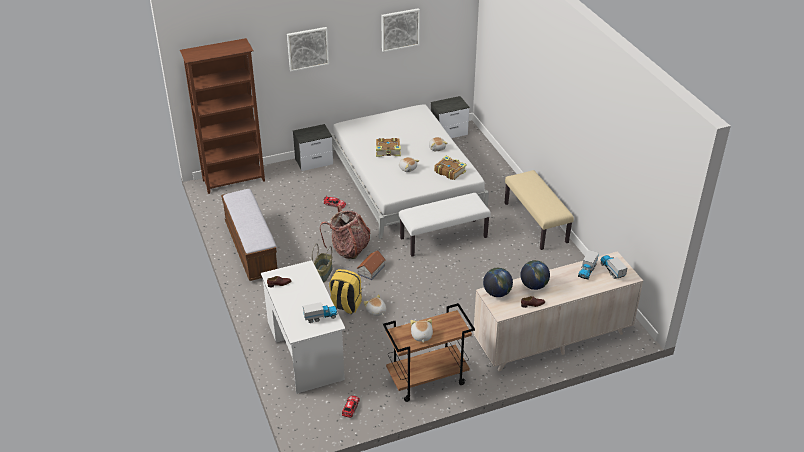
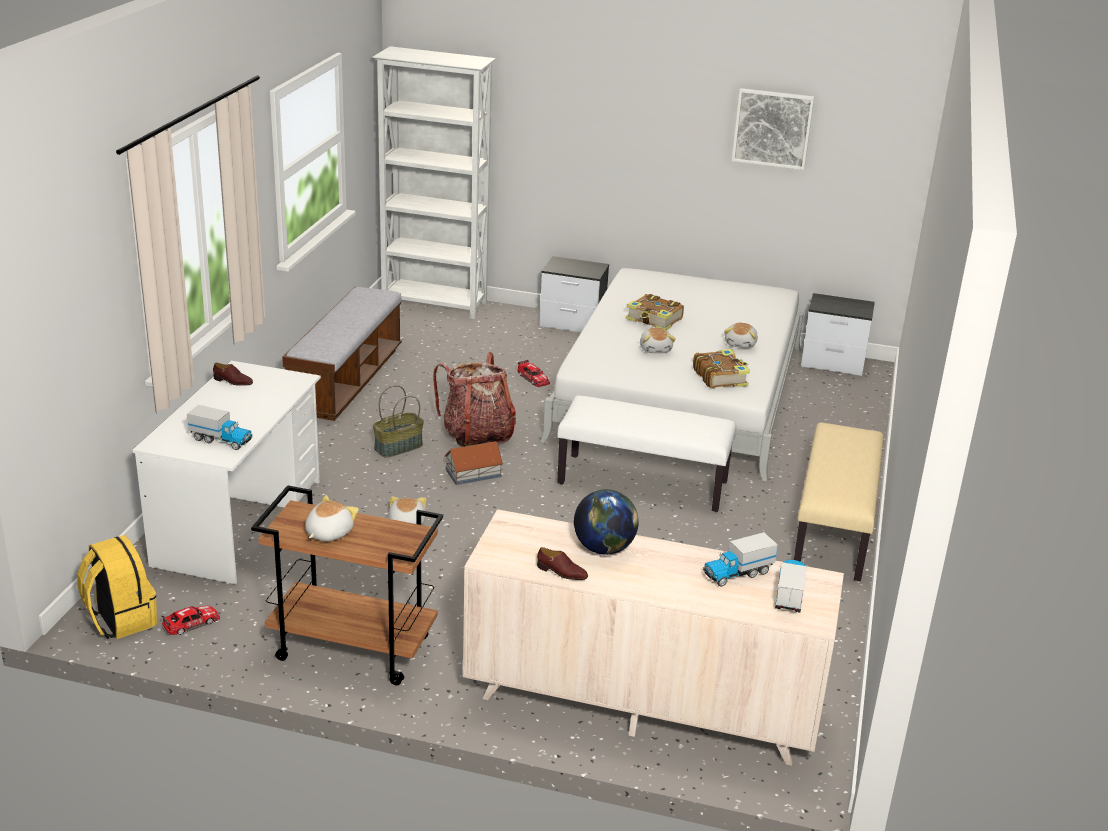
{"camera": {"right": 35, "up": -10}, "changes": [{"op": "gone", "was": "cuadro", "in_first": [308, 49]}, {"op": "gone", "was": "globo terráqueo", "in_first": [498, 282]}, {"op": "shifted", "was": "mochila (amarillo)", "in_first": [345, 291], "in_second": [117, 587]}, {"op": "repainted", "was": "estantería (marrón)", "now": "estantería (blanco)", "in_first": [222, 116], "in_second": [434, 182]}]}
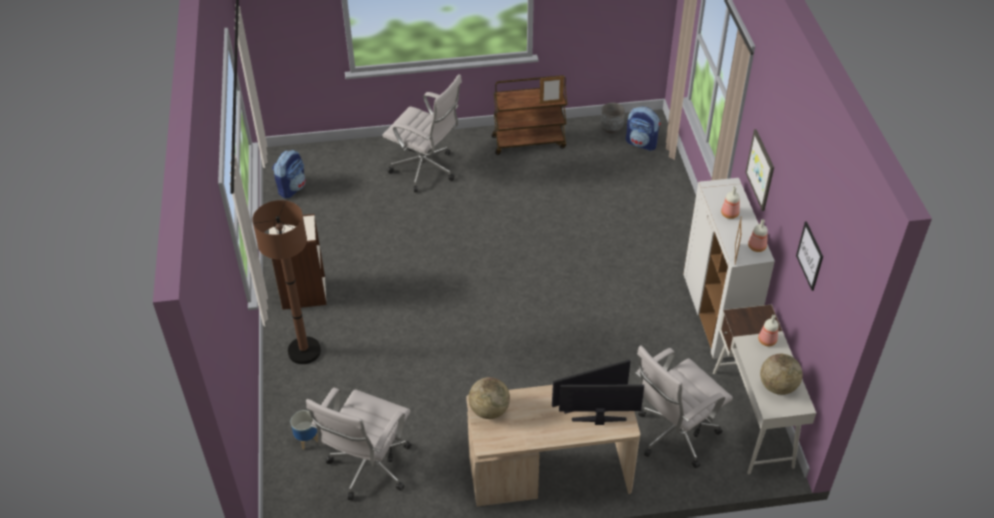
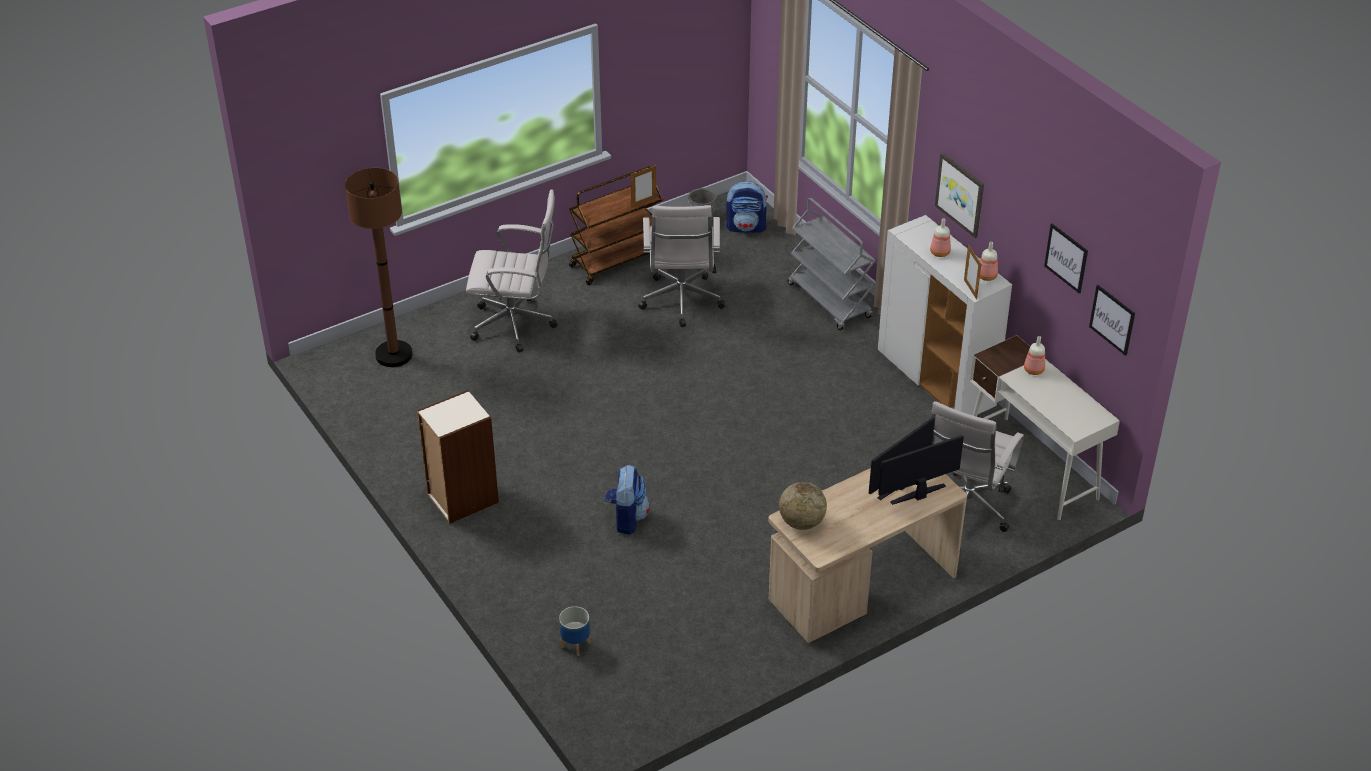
{"camera": {"right": -25, "up": -5}, "changes": [{"op": "gone", "was": "globo terráqueo", "in_first": [781, 374]}, {"op": "new", "now": "carrito (gris)", "in_second": [831, 264]}, {"op": "new", "now": "cuadro", "in_second": [1112, 320]}, {"op": "shifted", "was": "lámpara de pie (marrón)", "in_first": [286, 282], "in_second": [379, 267]}, {"op": "shifted", "was": "mochila", "in_first": [289, 174], "in_second": [627, 500]}, {"op": "shifted", "was": "silla de oficina (blanco)", "in_first": [359, 444], "in_second": [681, 266]}]}
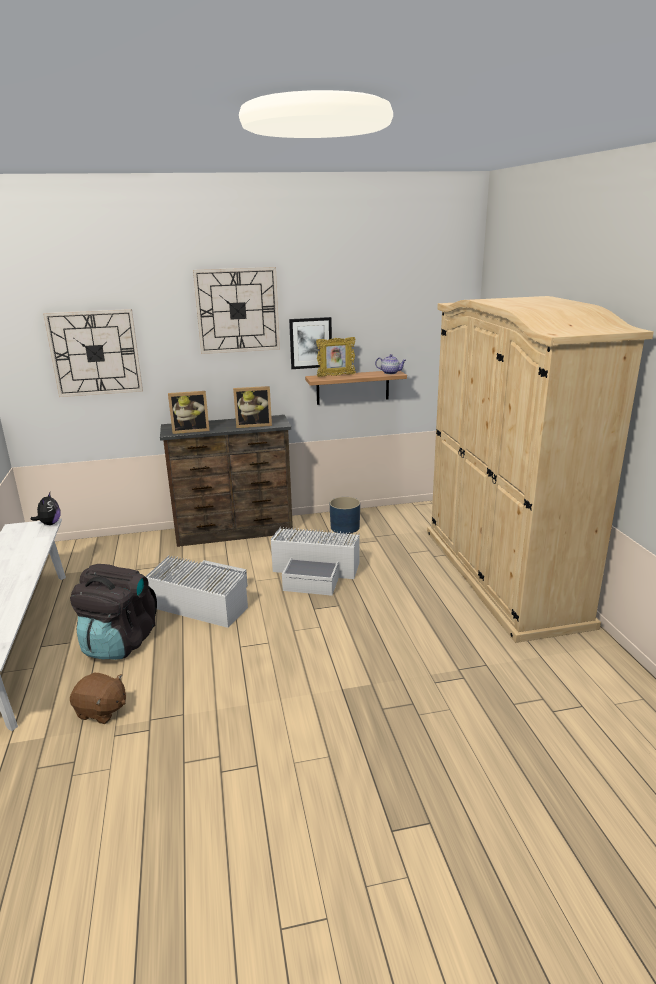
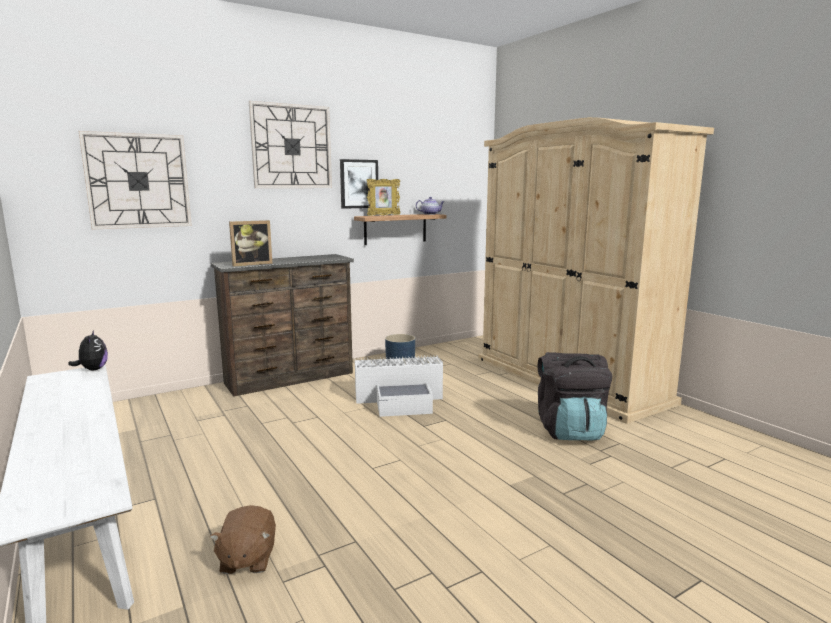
{"camera": {"right": -20, "up": -10}, "changes": [{"op": "gone", "was": "caja de almacenaje (blanco)", "in_first": [197, 591]}, {"op": "gone", "was": "portarretratos", "in_first": [252, 407]}, {"op": "shifted", "was": "mochila (negro)", "in_first": [113, 612], "in_second": [575, 396]}, {"op": "rotated", "was": "peluche (marrón)", "in_first": [98, 698], "in_second": [243, 539], "clockwise": 90}]}
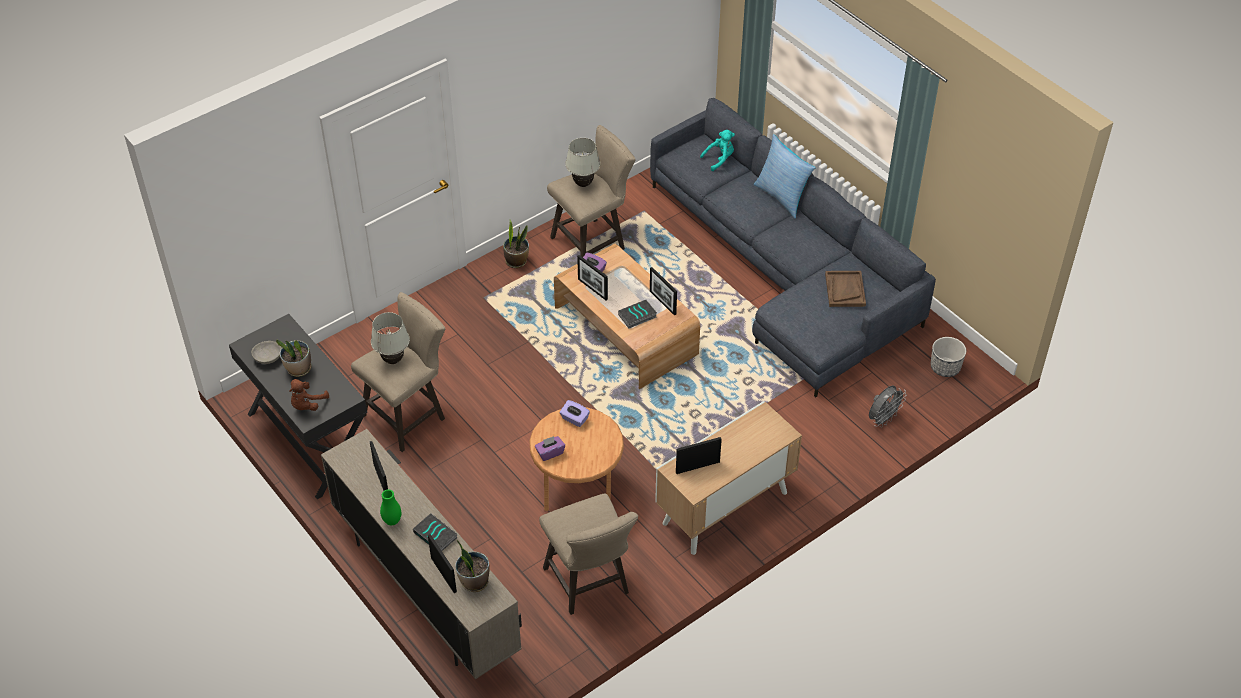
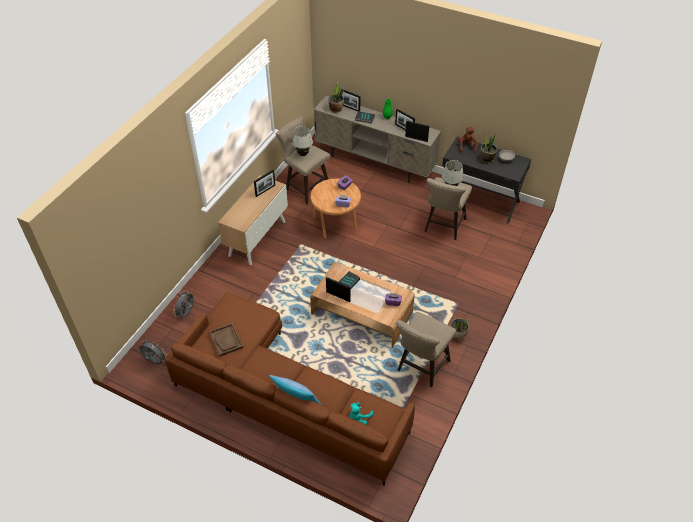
{"camera": {"right": 155, "up": 0}, "changes": [{"op": "shifted", "was": "lámpara de mesa (blanco)", "in_first": [582, 162], "in_second": [302, 141]}, {"op": "shifted", "was": "portarretratos", "in_first": [592, 277], "in_second": [417, 131]}, {"op": "swapped", "was": "maceta", "now": "ventilador (gris)", "in_first": [948, 357], "in_second": [152, 351]}, {"op": "repainted", "was": "sofá (gris)", "now": "sofá (marrón)", "in_first": [793, 247], "in_second": [290, 388]}]}
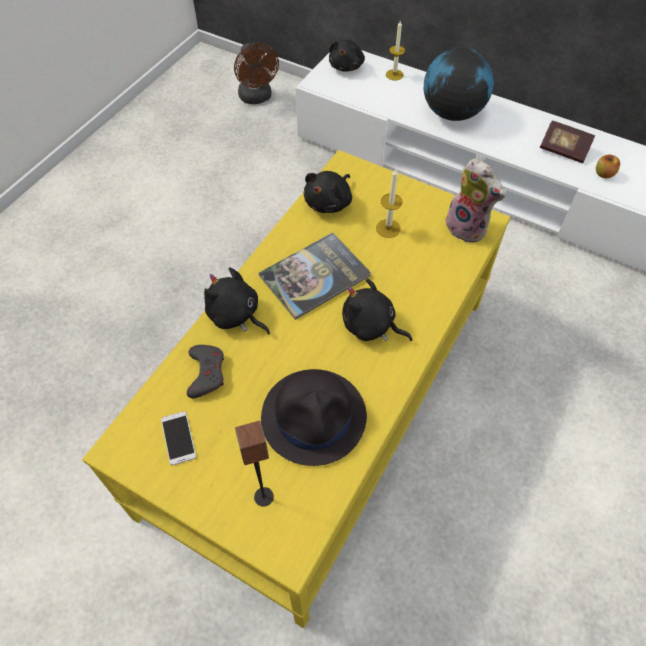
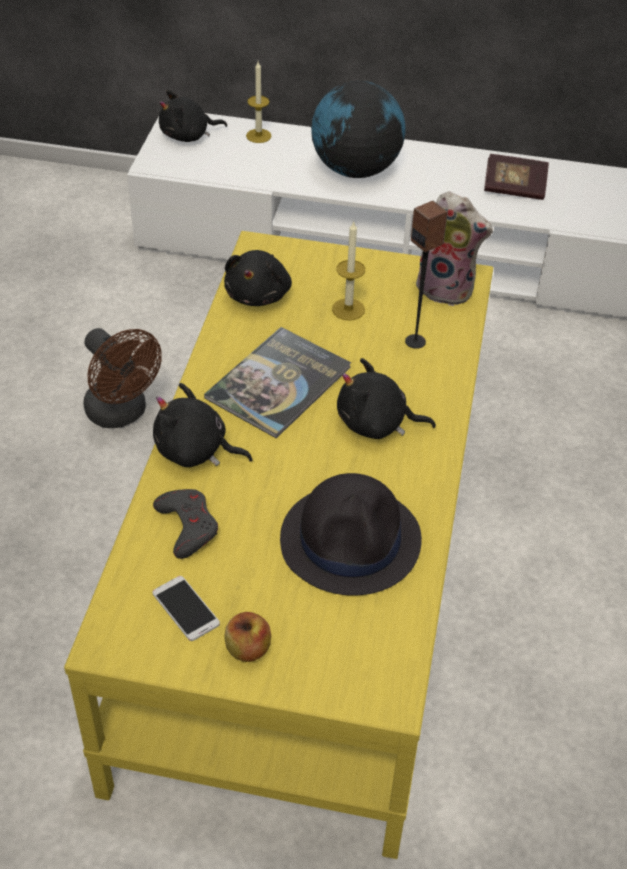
{"camera": {"right": -20, "up": -10}, "changes": [{"op": "shifted", "was": "ventilador (marrón)", "in_first": [256, 73], "in_second": [122, 378]}, {"op": "shifted", "was": "altavoz", "in_first": [254, 464], "in_second": [426, 275]}, {"op": "shifted", "was": "manzana", "in_first": [608, 166], "in_second": [247, 637]}, {"op": "rotated", "was": "peluche (negro)", "in_first": [347, 56], "in_second": [193, 116], "clockwise": 75}]}
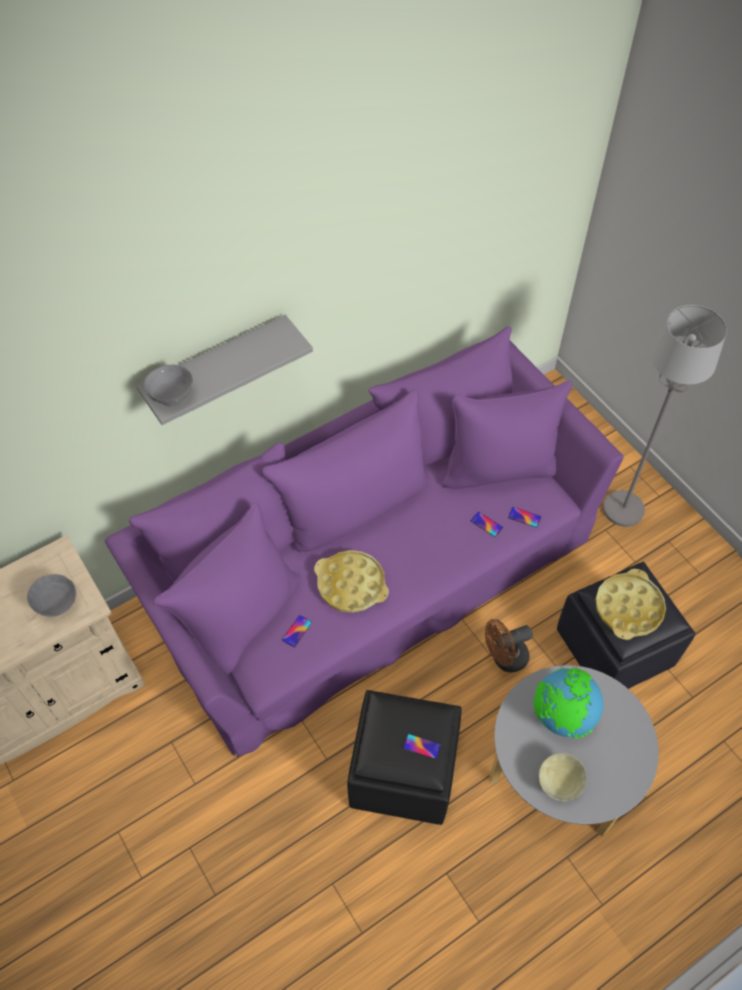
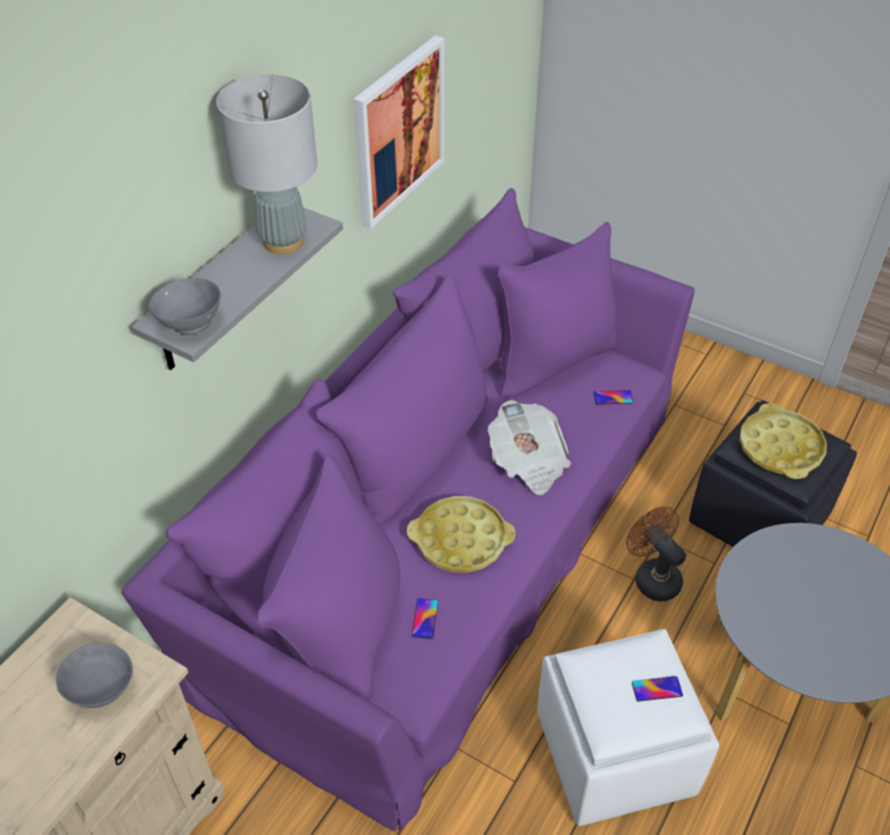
{"camera": {"right": -25, "up": -10}, "changes": [{"op": "gone", "was": "móvil", "in_first": [487, 524]}, {"op": "gone", "was": "globo terráqueo", "in_first": [568, 703]}, {"op": "gone", "was": "cuenco (beis)", "in_first": [563, 777]}, {"op": "gone", "was": "lámpara de pie (gris)", "in_first": [665, 416]}, {"op": "new", "now": "lámpara de mesa (gris)", "in_second": [266, 164]}, {"op": "new", "now": "cuadro", "in_second": [398, 132]}, {"op": "new", "now": "periódico", "in_second": [529, 447]}, {"op": "repainted", "was": "puf (negro)", "now": "puf (blanco)", "in_first": [404, 757], "in_second": [628, 727]}, {"op": "rotated", "was": "ventilador (marrón)", "in_first": [509, 646], "in_second": [656, 554], "clockwise": 105}]}
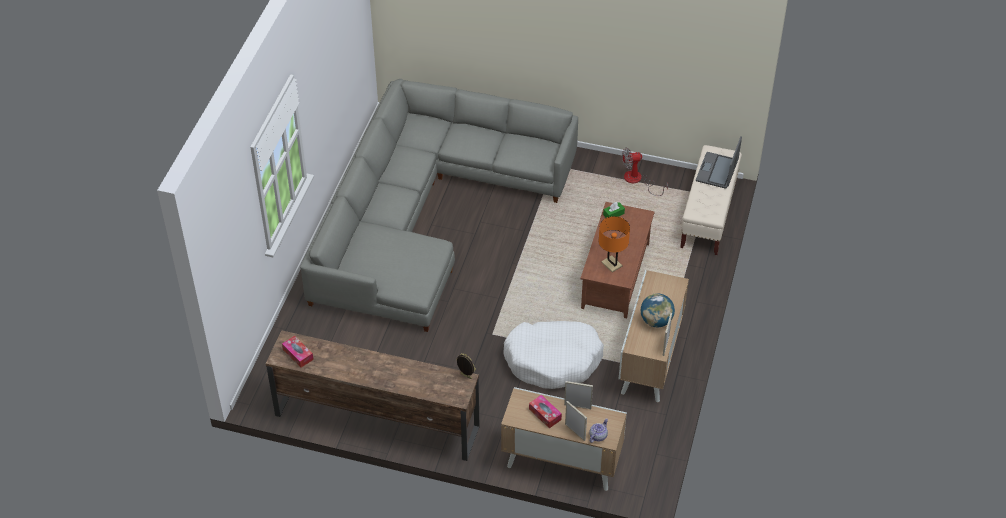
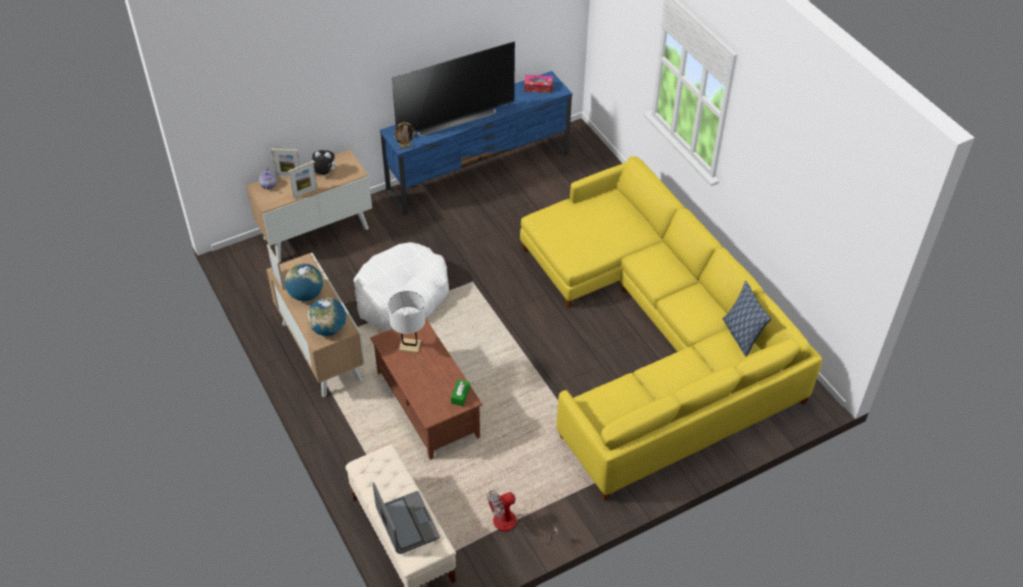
{"camera": {"right": 135, "up": 0}, "changes": [{"op": "new", "now": "globo terráqueo", "in_second": [326, 317]}, {"op": "new", "now": "televisor", "in_second": [453, 88]}, {"op": "new", "now": "cojín", "in_second": [747, 319]}, {"op": "swapped", "was": "caja de pañuelos", "now": "peluche", "in_first": [545, 411], "in_second": [323, 162]}, {"op": "repainted", "was": "mueble de televisión (marrón)", "now": "mueble de televisión (azul)", "in_first": [373, 395], "in_second": [476, 143]}, {"op": "repainted", "was": "sofá (gris)", "now": "sofá (amarillo)", "in_first": [439, 205], "in_second": [671, 328]}, {"op": "repainted", "was": "lámpara de mesa (naranja)", "now": "lámpara de mesa (blanco)", "in_first": [614, 244], "in_second": [407, 322]}, {"op": "rotated", "was": "ventilador", "in_first": [645, 172], "in_second": [522, 517], "clockwise": -150}]}
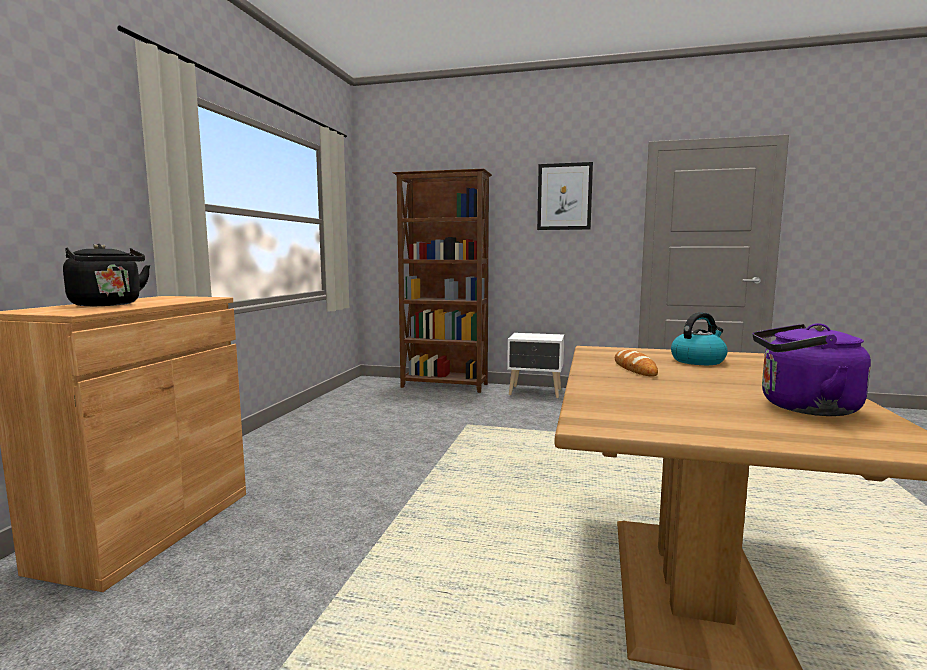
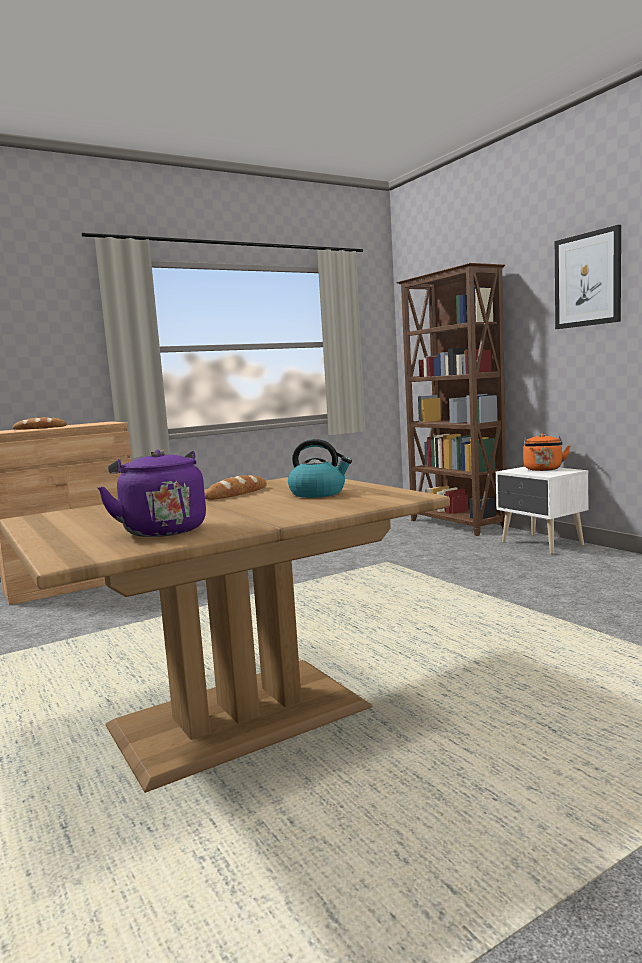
{"camera": {"right": 45, "up": 0}, "changes": [{"op": "new", "now": "hervidor (naranja)", "in_second": [547, 452]}, {"op": "swapped", "was": "hervidor (negro)", "now": "pan", "in_first": [106, 275], "in_second": [40, 423]}]}
